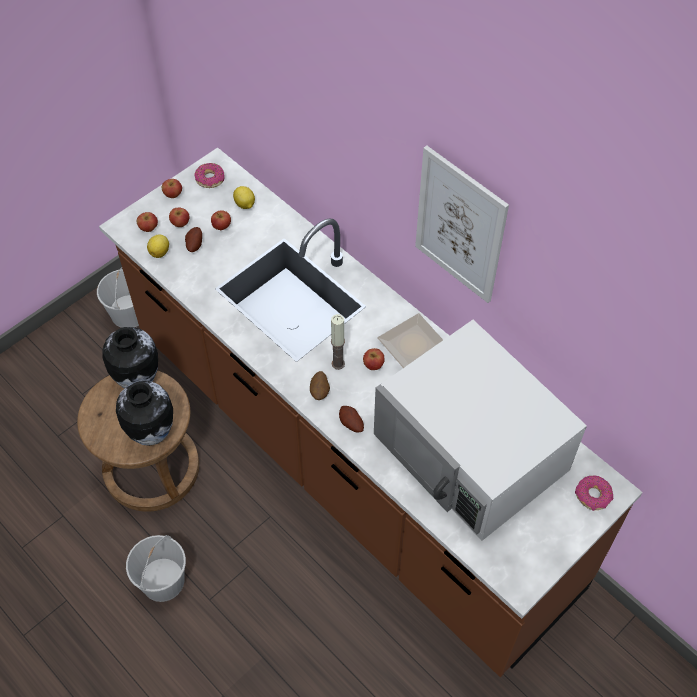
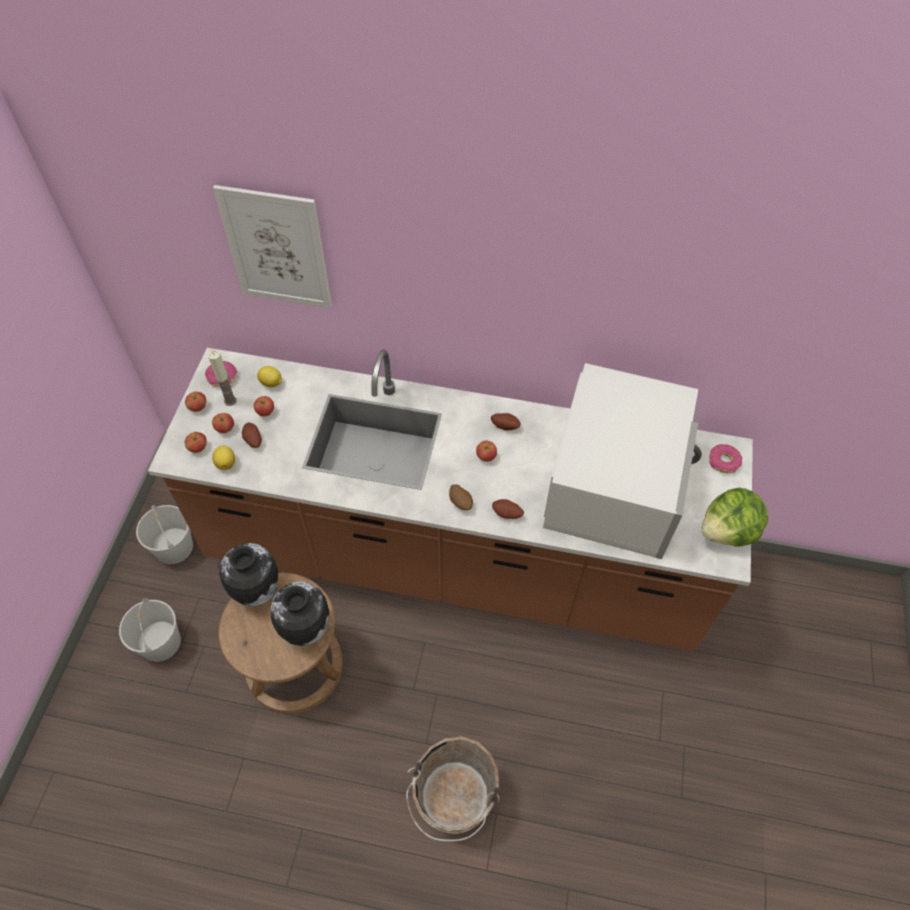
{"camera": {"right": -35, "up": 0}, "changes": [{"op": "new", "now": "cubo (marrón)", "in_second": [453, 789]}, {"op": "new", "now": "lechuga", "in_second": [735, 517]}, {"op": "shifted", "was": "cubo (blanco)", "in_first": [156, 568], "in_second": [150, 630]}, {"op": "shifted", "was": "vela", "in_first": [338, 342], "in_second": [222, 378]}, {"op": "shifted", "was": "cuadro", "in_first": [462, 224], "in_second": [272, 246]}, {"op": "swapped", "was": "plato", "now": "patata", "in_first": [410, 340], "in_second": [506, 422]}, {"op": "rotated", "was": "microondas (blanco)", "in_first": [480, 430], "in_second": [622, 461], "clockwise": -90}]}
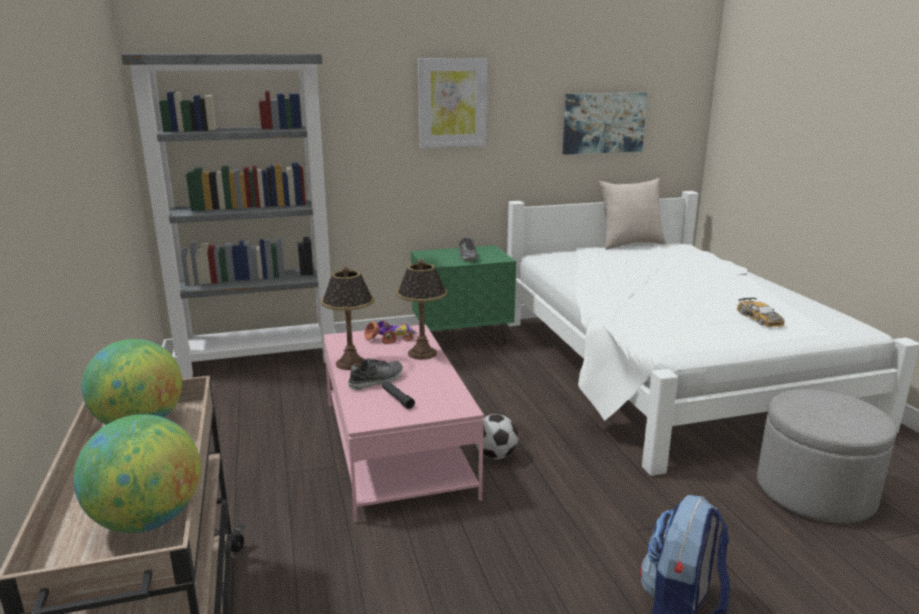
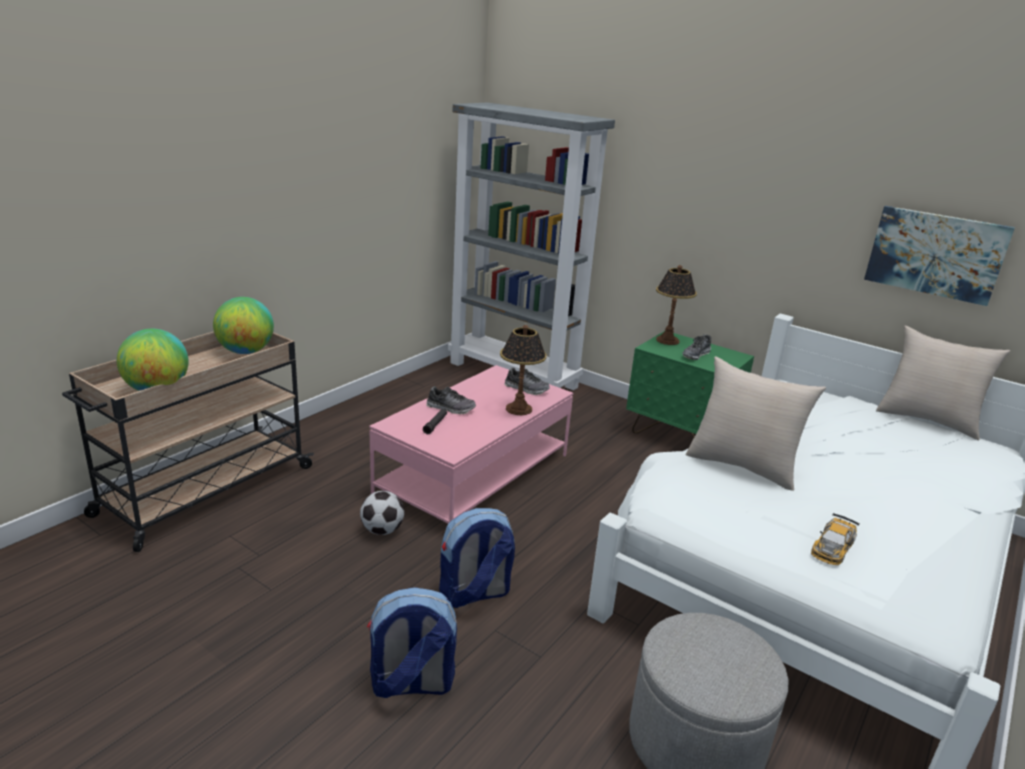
{"camera": {"right": 50, "up": 5}, "changes": [{"op": "gone", "was": "cuadro", "in_first": [452, 103]}, {"op": "new", "now": "mochila", "in_second": [477, 558]}, {"op": "new", "now": "cojín (beis)", "in_second": [755, 424]}, {"op": "shifted", "was": "lámpara de mesa", "in_first": [347, 318], "in_second": [676, 305]}, {"op": "shifted", "was": "balón de fútbol", "in_first": [496, 436], "in_second": [382, 513]}, {"op": "swapped", "was": "coche de juguete", "now": "zapato", "in_first": [390, 332], "in_second": [527, 381]}]}
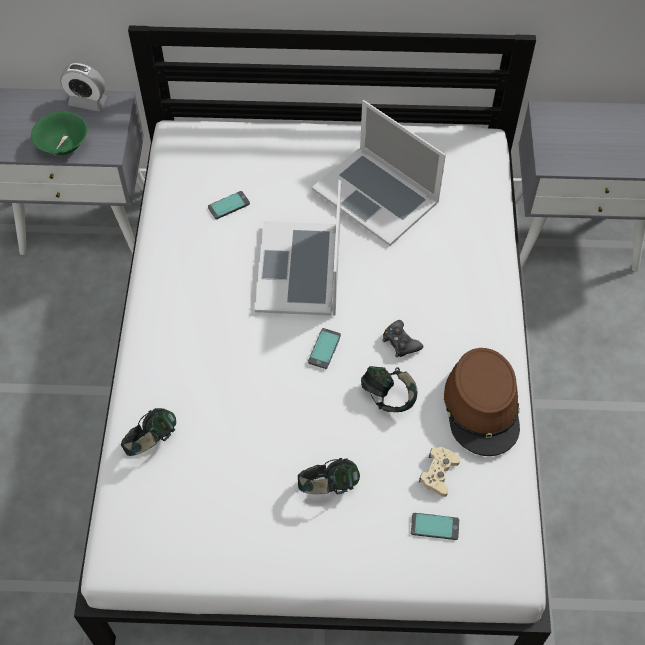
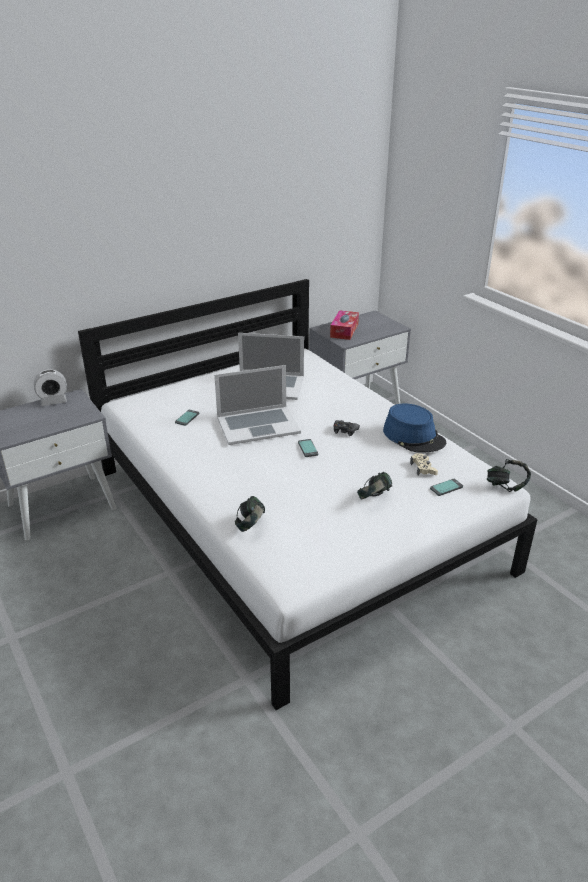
{"camera": {"right": -35, "up": -25}, "changes": [{"op": "gone", "was": "cuenco (verde)", "in_first": [59, 133]}, {"op": "new", "now": "caja de pañuelos", "in_second": [344, 325]}, {"op": "shifted", "was": "auriculares", "in_first": [389, 389], "in_second": [509, 475]}, {"op": "repainted", "was": "sombrero (marrón)", "now": "sombrero (azul)", "in_first": [482, 402], "in_second": [414, 428]}, {"op": "rotated", "was": "portátil", "in_first": [298, 248], "in_second": [257, 405], "clockwise": -75}]}
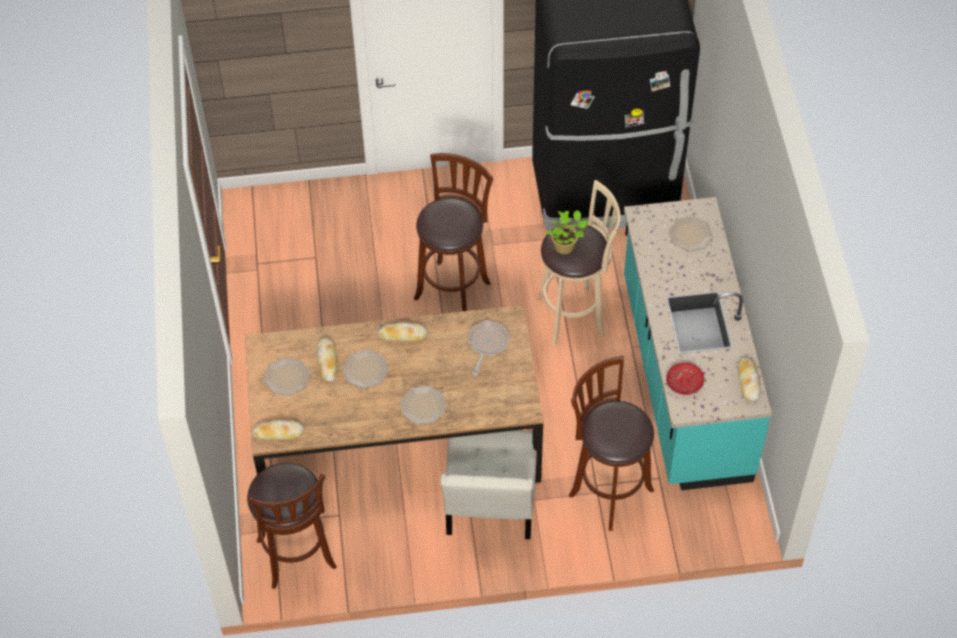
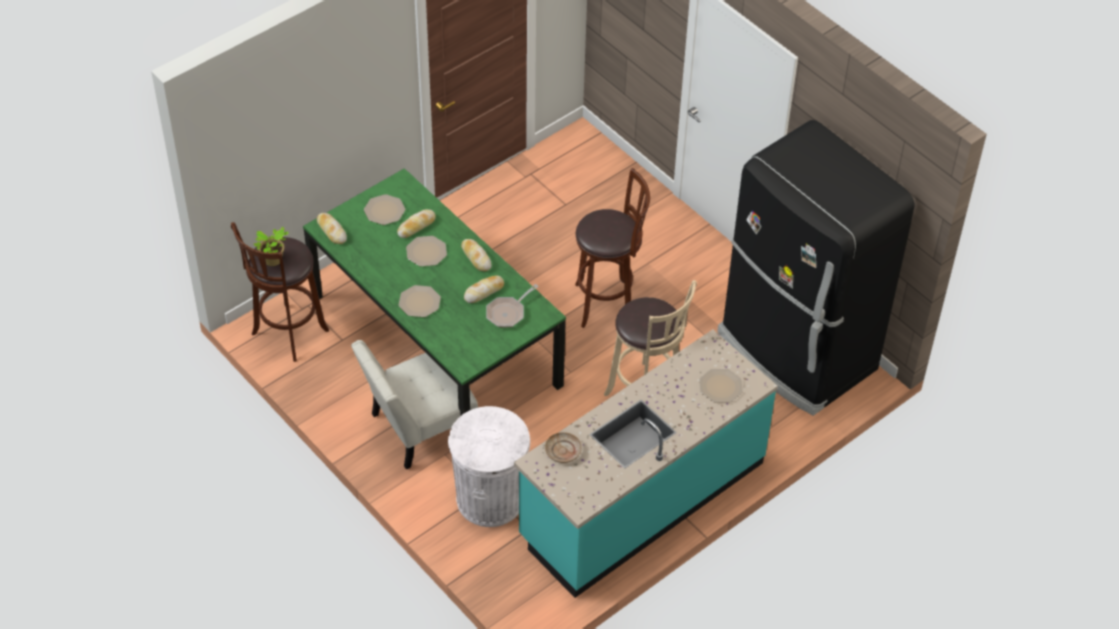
{"camera": {"right": 55, "up": -5}, "changes": [{"op": "shifted", "was": "planta en maceta", "in_first": [567, 232], "in_second": [271, 246]}, {"op": "shifted", "was": "pan", "in_first": [749, 379], "in_second": [484, 289]}, {"op": "swapped", "was": "taburete (marrón)", "now": "papelera (blanco)", "in_first": [611, 443], "in_second": [489, 466]}, {"op": "repainted", "was": "mesa de comedor (marrón)", "now": "mesa de comedor (verde)", "in_first": [394, 394], "in_second": [434, 291]}, {"op": "repainted", "was": "plato (rojo)", "now": "plato (beis)", "in_first": [685, 378], "in_second": [563, 447]}, {"op": "rotated", "was": "sartén", "in_first": [488, 348], "in_second": [512, 305], "clockwise": 150}]}
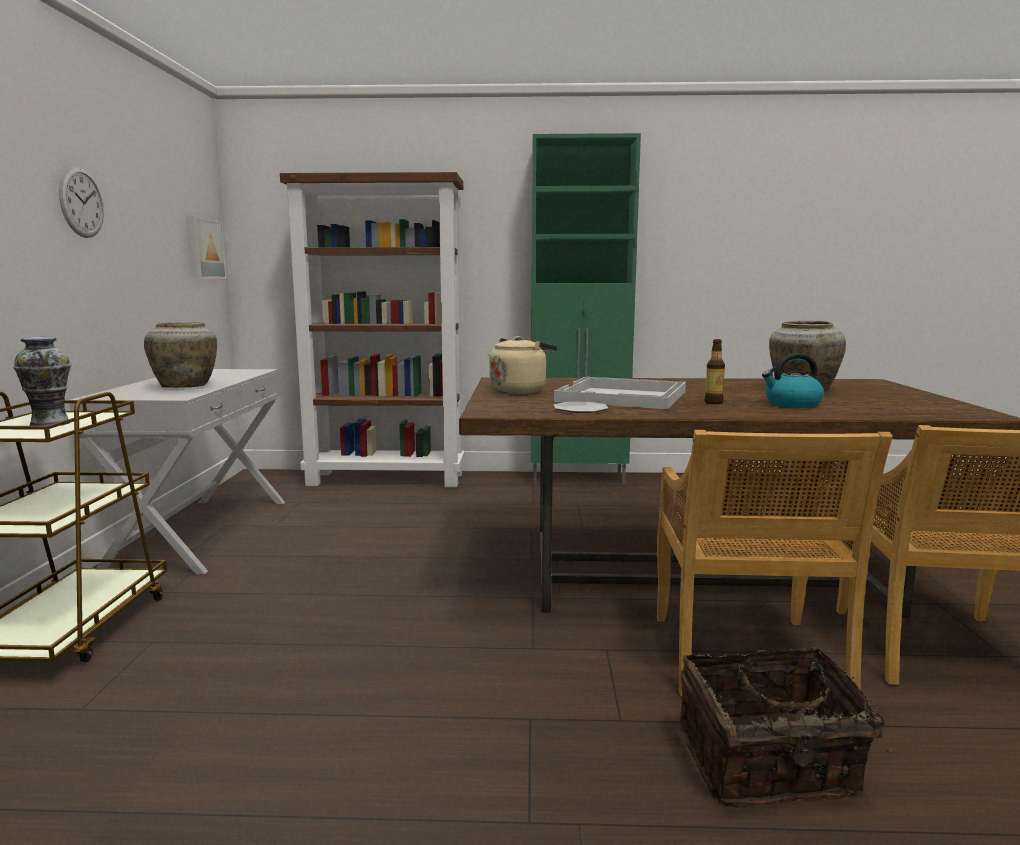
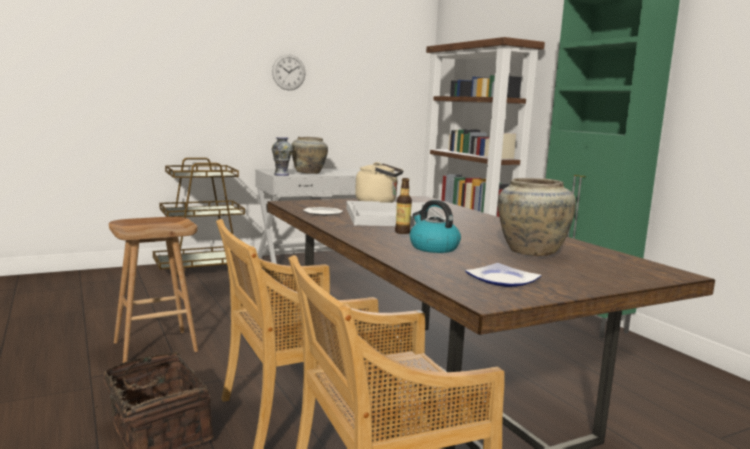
{"camera": {"right": 60, "up": 0}, "changes": [{"op": "gone", "was": "cuadro", "in_first": [207, 248]}, {"op": "new", "now": "taburete (marrón)", "in_second": [153, 290]}, {"op": "new", "now": "plato", "in_second": [503, 275]}, {"op": "shifted", "was": "florero", "in_first": [42, 381], "in_second": [282, 156]}]}
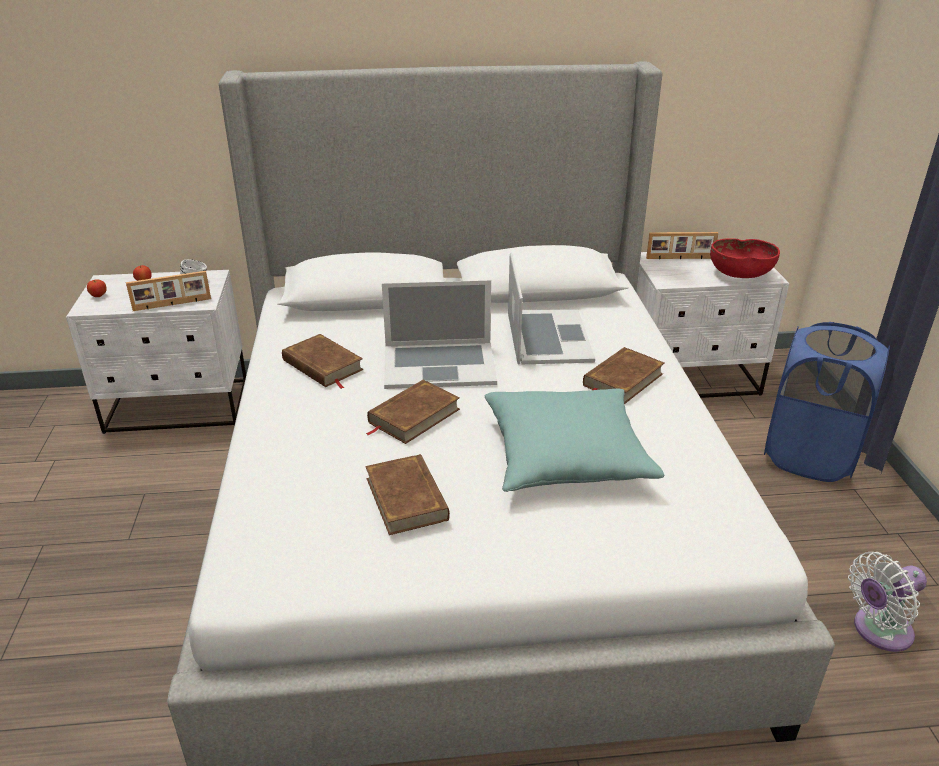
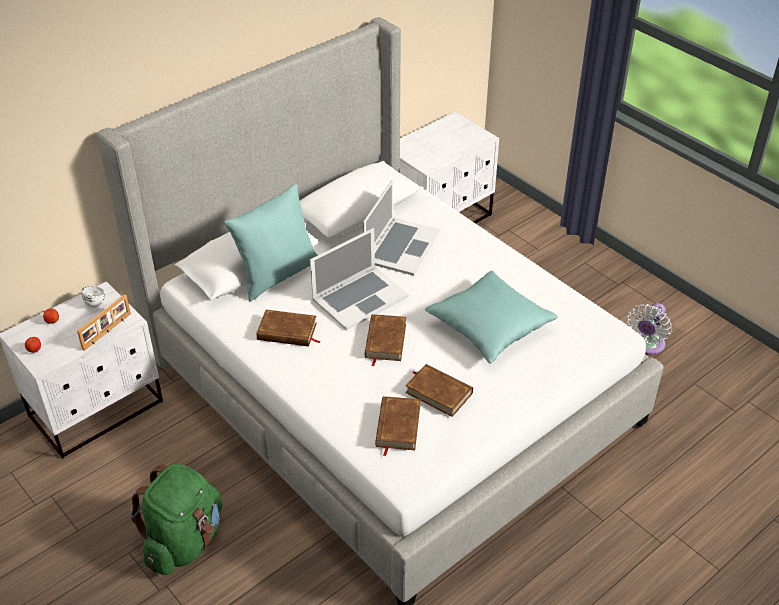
{"camera": {"right": -35, "up": 10}, "changes": [{"op": "gone", "was": "portarretratos", "in_first": [682, 245]}, {"op": "gone", "was": "cuenco (rojo)", "in_first": [745, 258]}, {"op": "gone", "was": "cesto de la ropa (azul)", "in_first": [827, 402]}, {"op": "new", "now": "mochila (verde)", "in_second": [176, 519]}, {"op": "new", "now": "cojín (turquesa)", "in_second": [271, 242]}, {"op": "shifted", "was": "libro (marrón)", "in_first": [624, 375], "in_second": [397, 426]}, {"op": "rotated", "was": "portátil", "in_first": [551, 308], "in_second": [401, 228], "clockwise": 60}]}
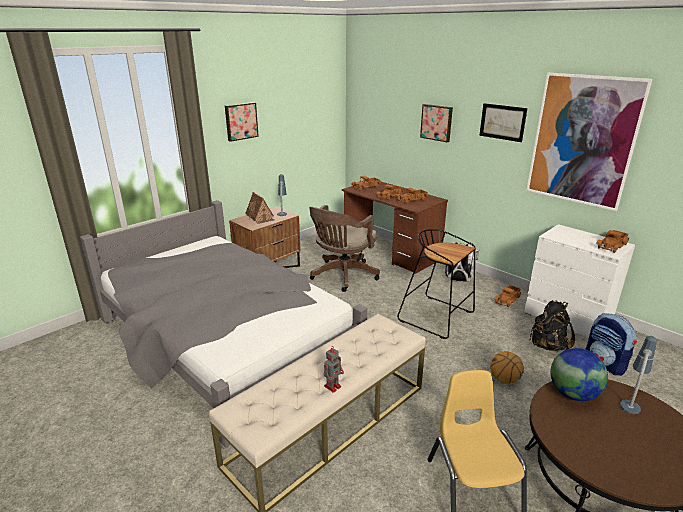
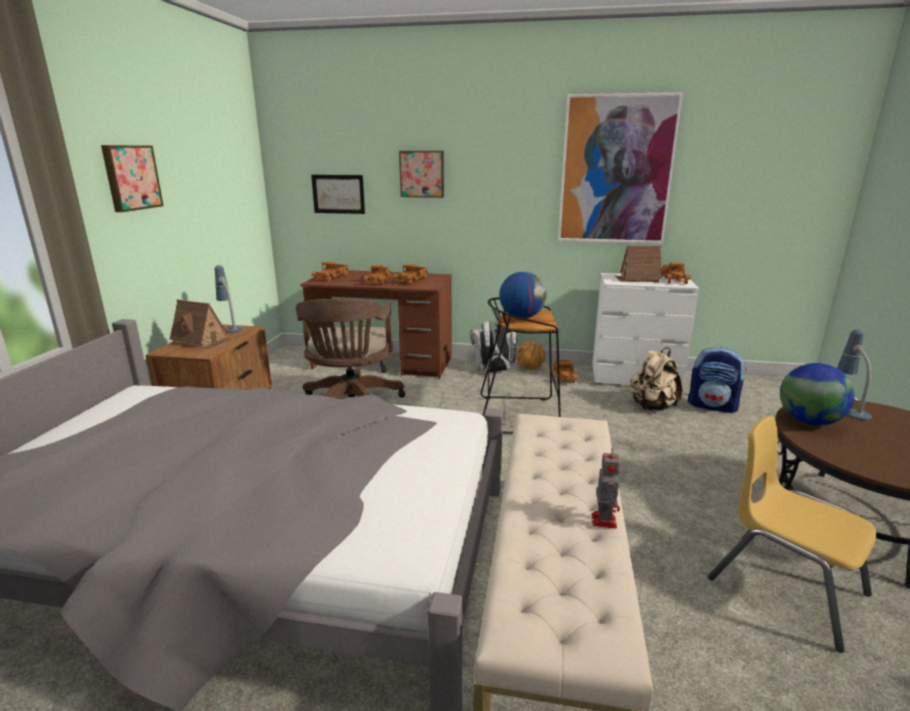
{"camera": {"right": -35, "up": -5}, "changes": [{"op": "new", "now": "globo terráqueo", "in_second": [523, 294]}, {"op": "new", "now": "casita", "in_second": [638, 264]}, {"op": "shifted", "was": "cuadro", "in_first": [503, 122], "in_second": [338, 194]}, {"op": "shifted", "was": "balón de baloncesto", "in_first": [507, 367], "in_second": [530, 355]}, {"op": "repainted", "was": "mochila (negro)", "now": "mochila (beis)", "in_first": [553, 325], "in_second": [656, 379]}]}
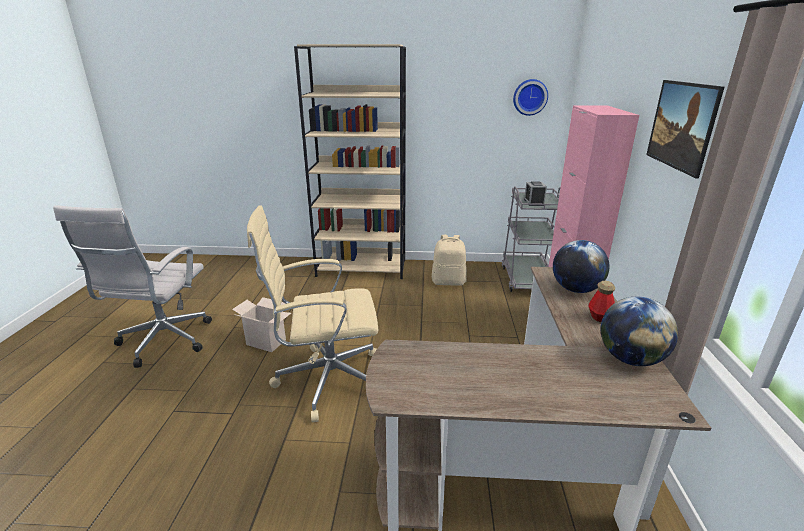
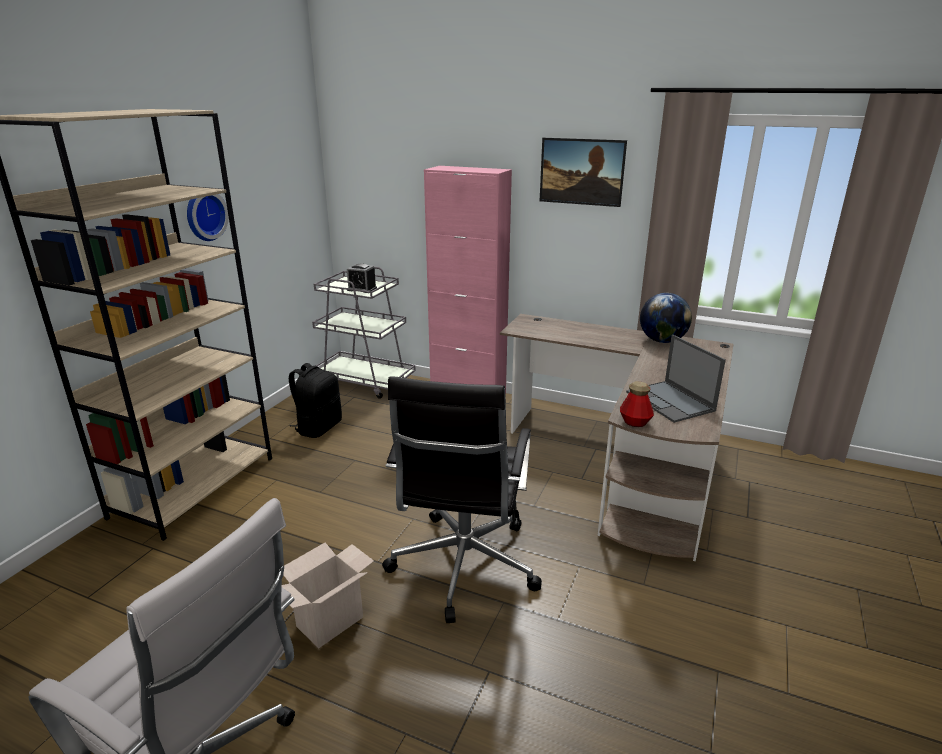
{"camera": {"right": -70, "up": 0}, "changes": [{"op": "gone", "was": "globo terráqueo", "in_first": [581, 266]}, {"op": "new", "now": "portátil", "in_second": [676, 379]}, {"op": "shifted", "was": "reloj de pared", "in_first": [530, 97], "in_second": [208, 217]}, {"op": "shifted", "was": "botella", "in_first": [602, 301], "in_second": [637, 404]}, {"op": "repainted", "was": "silla de oficina (beis)", "now": "silla de oficina (negro)", "in_first": [312, 313], "in_second": [462, 500]}, {"op": "repainted", "was": "mochila (beis)", "now": "mochila (negro)", "in_first": [449, 260], "in_second": [315, 400]}]}
